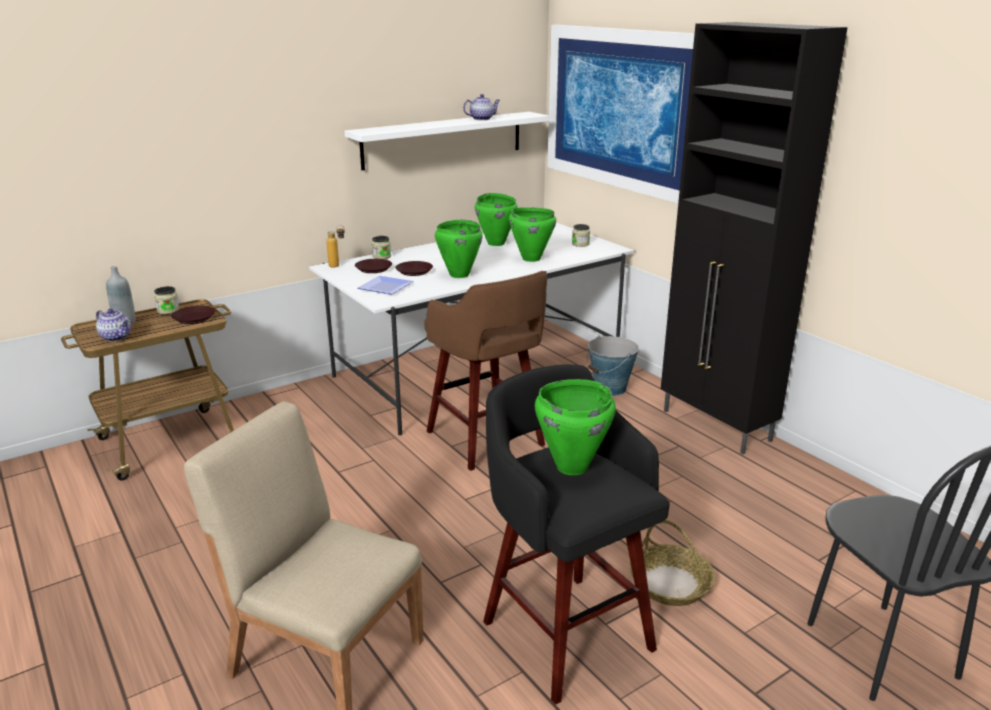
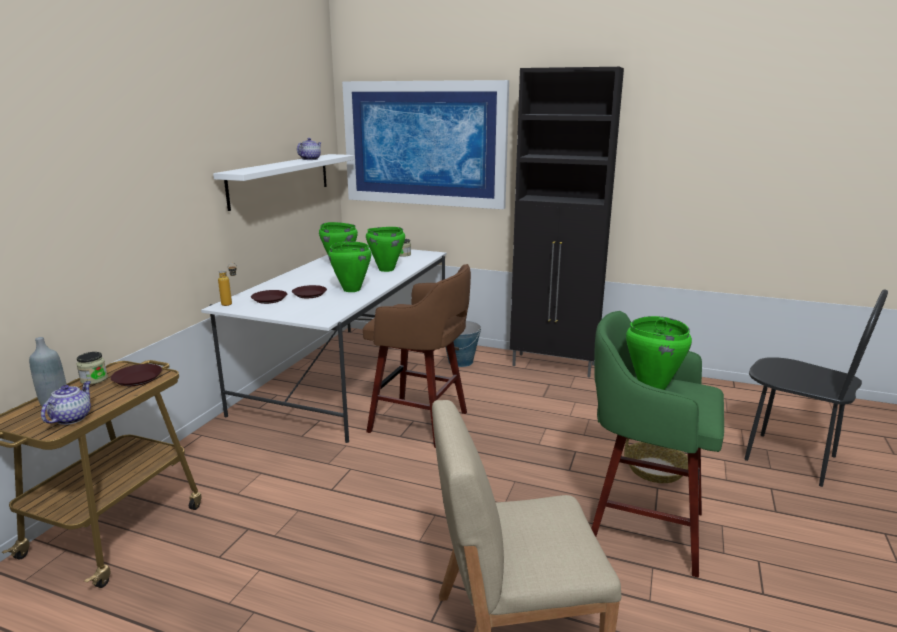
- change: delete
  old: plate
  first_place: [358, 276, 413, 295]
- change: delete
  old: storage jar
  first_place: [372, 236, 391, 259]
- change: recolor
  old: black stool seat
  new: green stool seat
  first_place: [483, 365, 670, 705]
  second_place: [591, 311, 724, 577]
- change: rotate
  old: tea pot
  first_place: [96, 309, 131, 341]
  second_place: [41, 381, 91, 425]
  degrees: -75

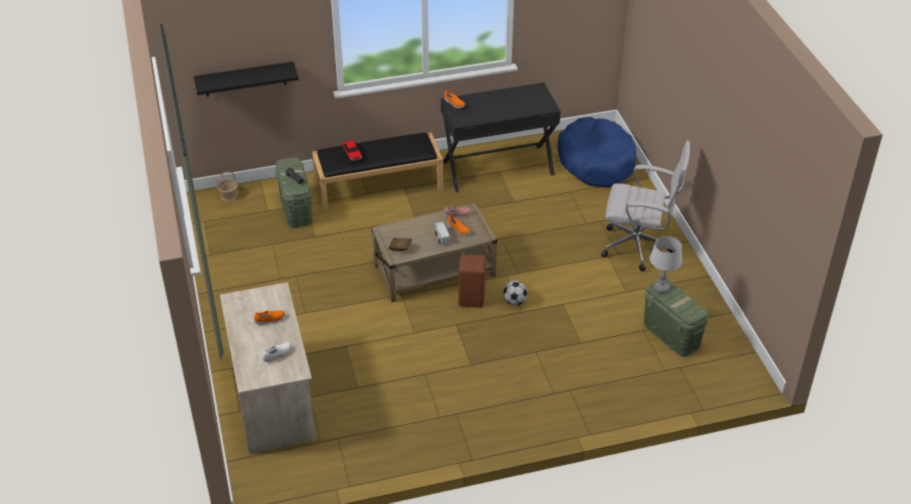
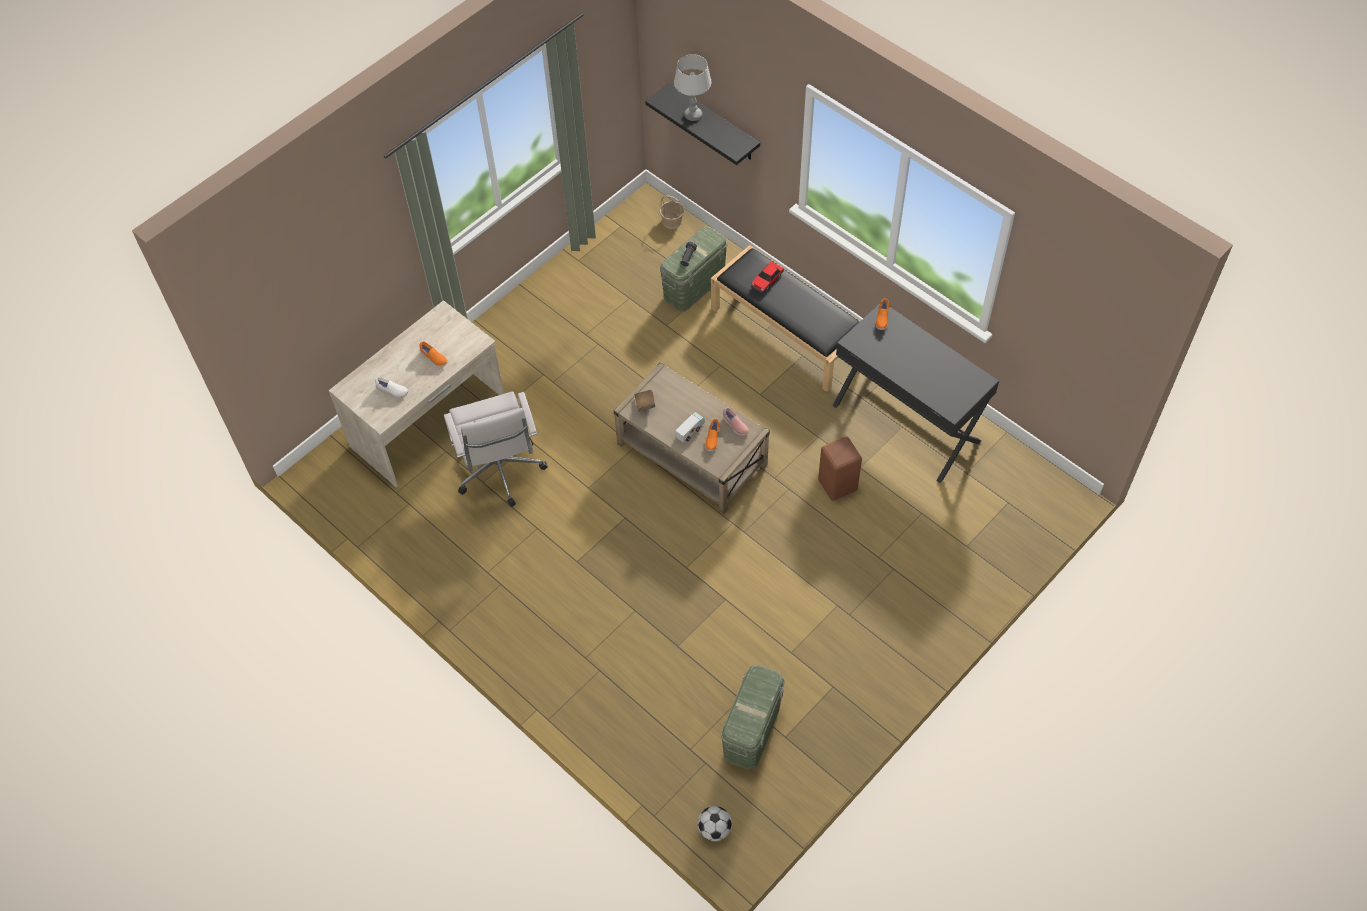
- change: delete
  old: blue dog cushion
  first_place: [557, 117, 637, 187]
- change: move
  old: brown stool seat
  first_place: [458, 254, 486, 308]
  second_place: [818, 436, 862, 501]
- change: move
  old: ball for football
  first_place: [503, 281, 528, 305]
  second_place: [698, 806, 732, 841]
- change: move
  old: white computer chair
  first_place: [601, 140, 690, 271]
  second_place: [444, 391, 548, 507]
- change: move
  old: grey lamp for a table
  first_place: [650, 236, 683, 293]
  second_place: [674, 54, 711, 121]

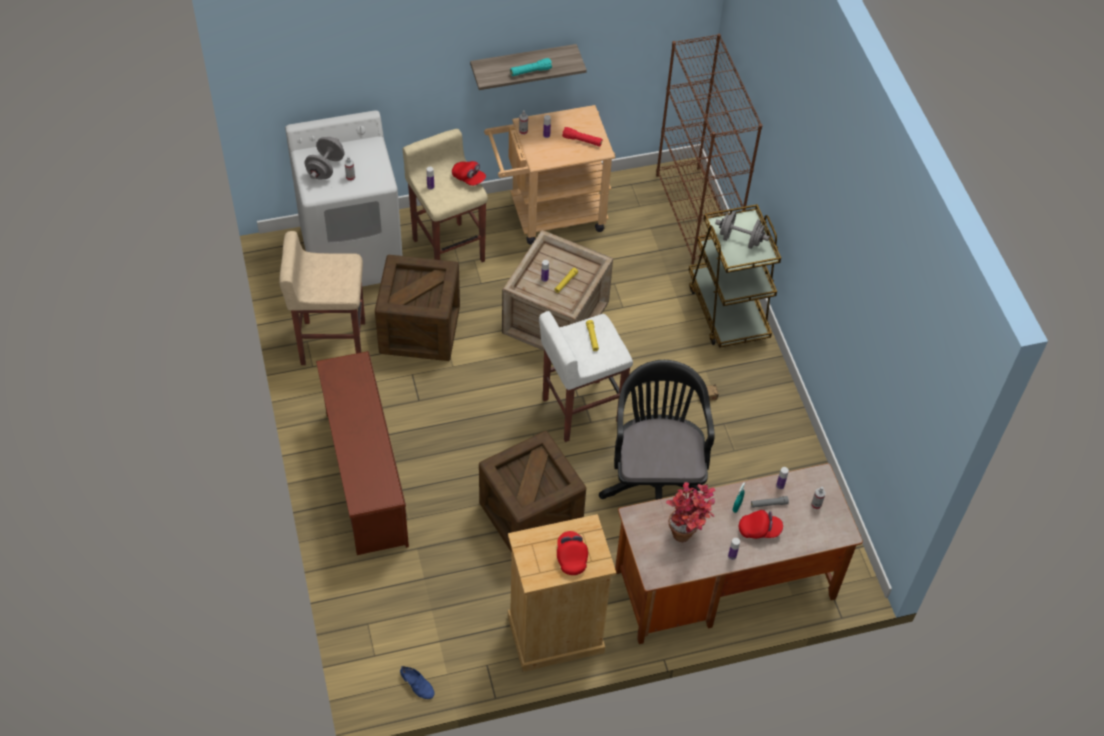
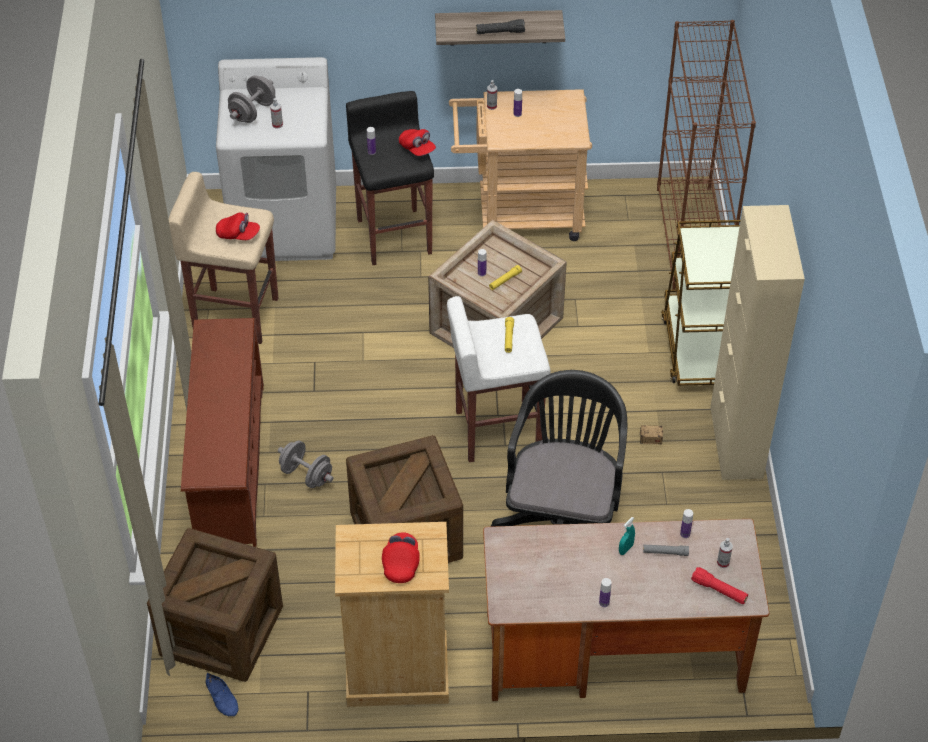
- change: delete
  old: potted plant
  first_place: [666, 482, 715, 542]
- change: insert
  new: beige-coloured cupboard
  second_place: [710, 205, 805, 480]
- change: move
  old: packing crate
  first_place: [375, 255, 460, 361]
  second_place: [147, 528, 283, 682]
- change: move
  old: reddish hand torch
  first_place: [562, 127, 602, 146]
  second_place: [691, 567, 748, 604]
- change: move
  old: grey dumbbell
  first_place: [715, 212, 769, 249]
  second_place: [278, 441, 334, 488]
- change: move
  old: reddish baseball cap
  first_place: [739, 510, 783, 539]
  second_place: [216, 212, 260, 240]
- change: recolor
  old: beige-coloured stool seat
  new: black stool seat
  first_place: [402, 129, 488, 262]
  second_place: [346, 91, 434, 265]
- change: recolor
  old: blue-green hand torch
  new: black hand torch
  first_place: [510, 58, 552, 76]
  second_place: [476, 19, 525, 34]

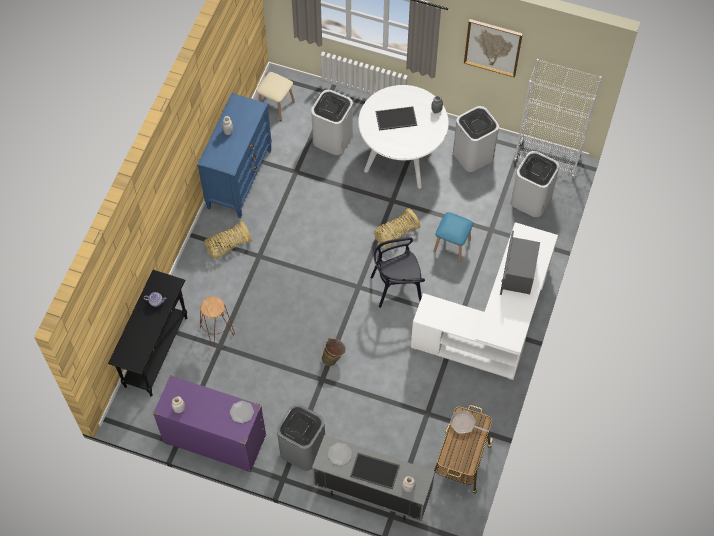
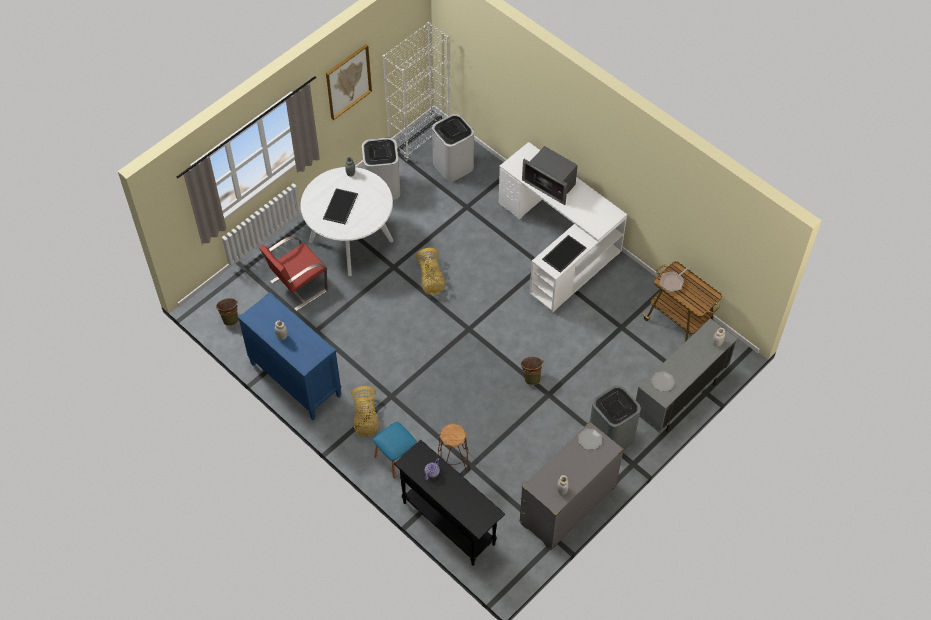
- change: delete
  old: black plain chair
  first_place: [371, 237, 425, 308]
- change: move
  old: carrying tray
  first_place: [350, 453, 400, 489]
  second_place: [542, 235, 586, 273]
- change: move
  old: blue stool seat
  first_place: [434, 212, 473, 262]
  second_place: [373, 422, 417, 478]
- change: replace
  old: beige-coloured stool seat
  new: green water bucket
  first_place: [256, 72, 295, 121]
  second_place: [215, 298, 238, 326]
- change: replace
  old: white waste bin
  new: reddish plain chair
  first_place: [311, 90, 353, 155]
  second_place: [259, 236, 328, 311]
- change: recolor
  old: purple chest of drawers
  new: grey chest of drawers
  first_place: [153, 375, 266, 472]
  second_place: [519, 422, 624, 550]

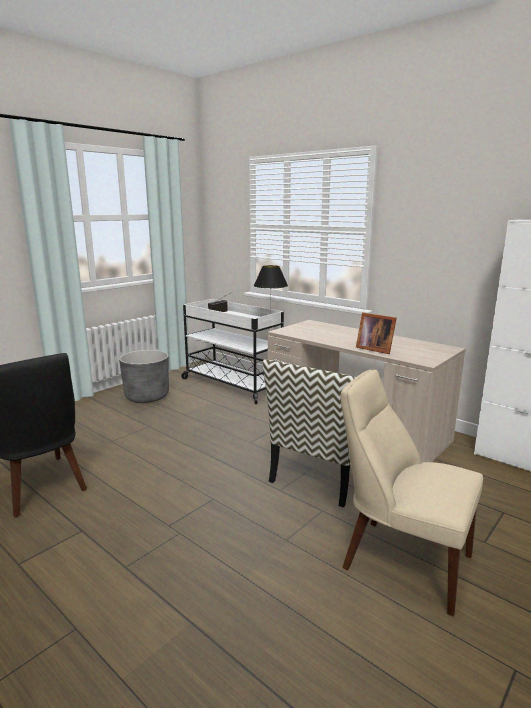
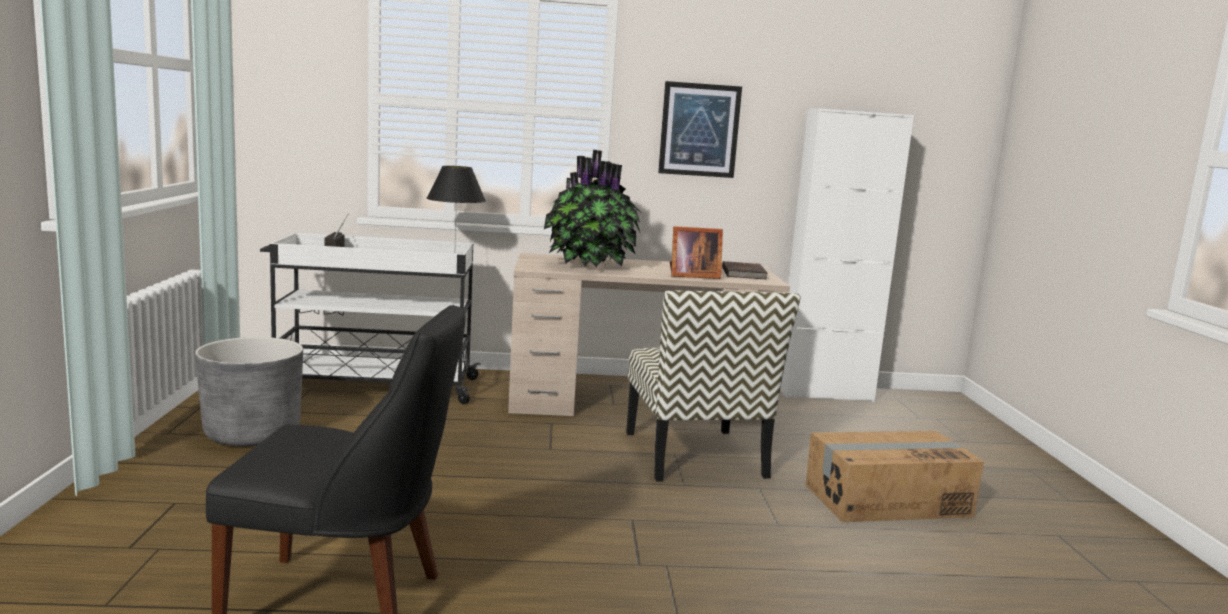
- change: insert
  new: potted plant
  second_place: [544, 150, 640, 267]
- change: insert
  new: wall picture
  second_place: [658, 81, 742, 178]
- change: insert
  new: brown bound book
  second_place: [722, 261, 768, 280]
- change: replace
  old: beige-coloured plain chair
  new: cardboard box
  first_place: [340, 370, 483, 616]
  second_place: [806, 431, 984, 522]

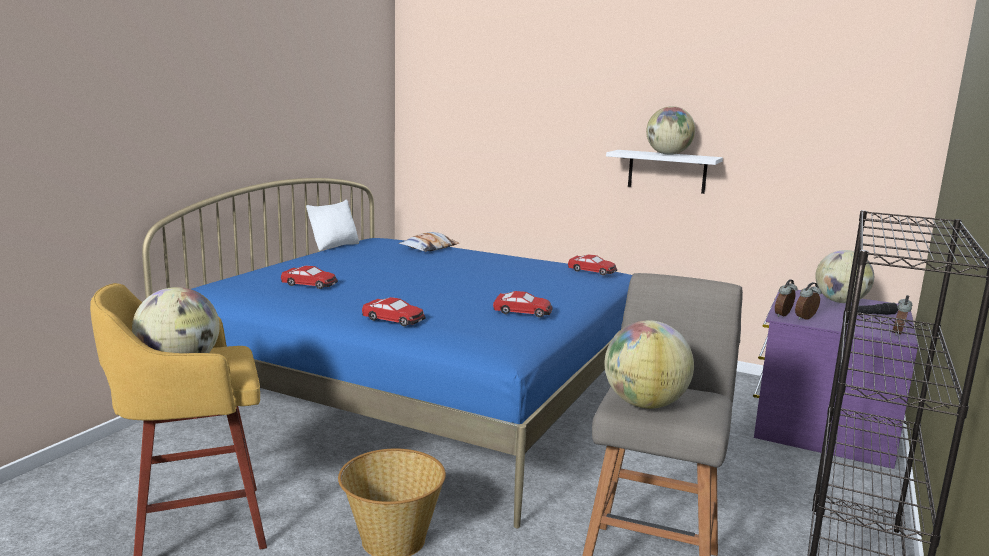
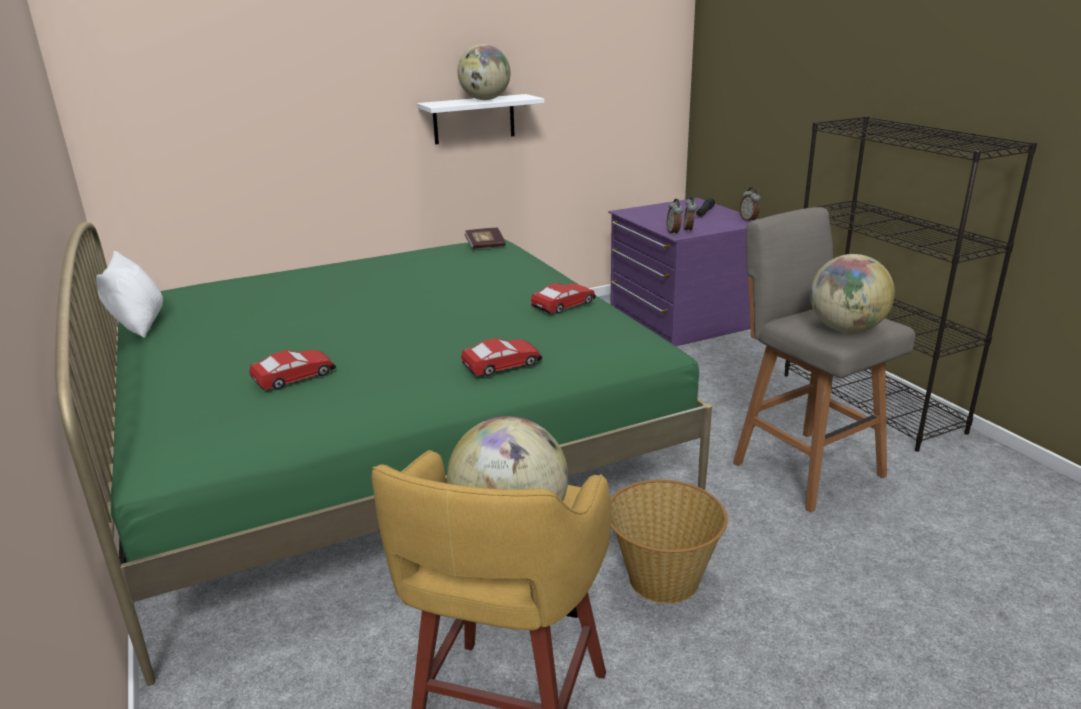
- change: delete
  old: pillow
  first_place: [399, 232, 459, 252]
- change: delete
  old: globe
  first_place: [815, 250, 874, 303]
- change: replace
  old: toy car
  new: bound book
  first_place: [568, 254, 617, 276]
  second_place: [464, 228, 506, 249]
- change: recolor
  old: blue sleeping bed
  new: green sleeping bed
  first_place: [142, 178, 632, 528]
  second_place: [55, 222, 712, 686]

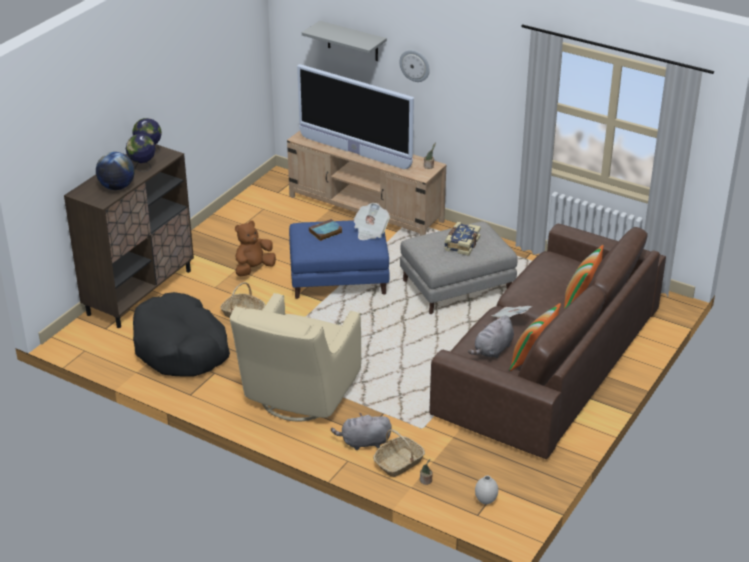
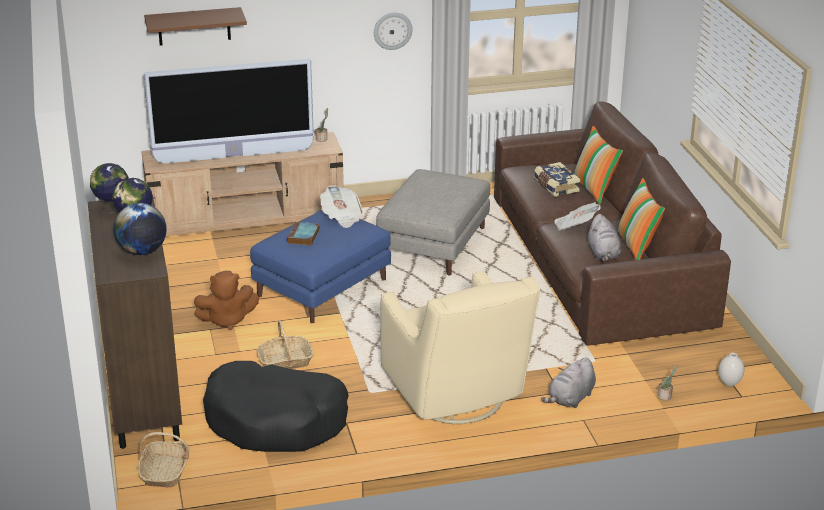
- change: move
  old: household basket
  first_place: [373, 429, 425, 477]
  second_place: [138, 432, 190, 488]
- change: move
  old: hanging clock
  first_place: [399, 50, 430, 82]
  second_place: [374, 13, 413, 50]
- change: move
  old: bound book
  first_place: [444, 222, 481, 256]
  second_place: [534, 162, 580, 197]
- change: recolor
  old: grey bracket shelf
  new: brown bracket shelf
  first_place: [302, 21, 387, 61]
  second_place: [144, 7, 247, 46]
- change: rotate
  old: brown plush toy
  first_place: [235, 221, 276, 277]
  second_place: [194, 271, 259, 330]
  degrees: -105

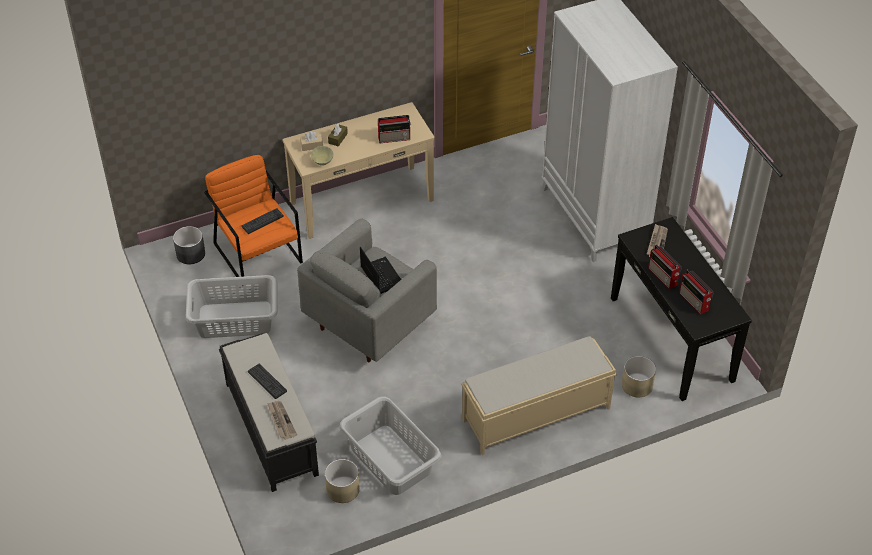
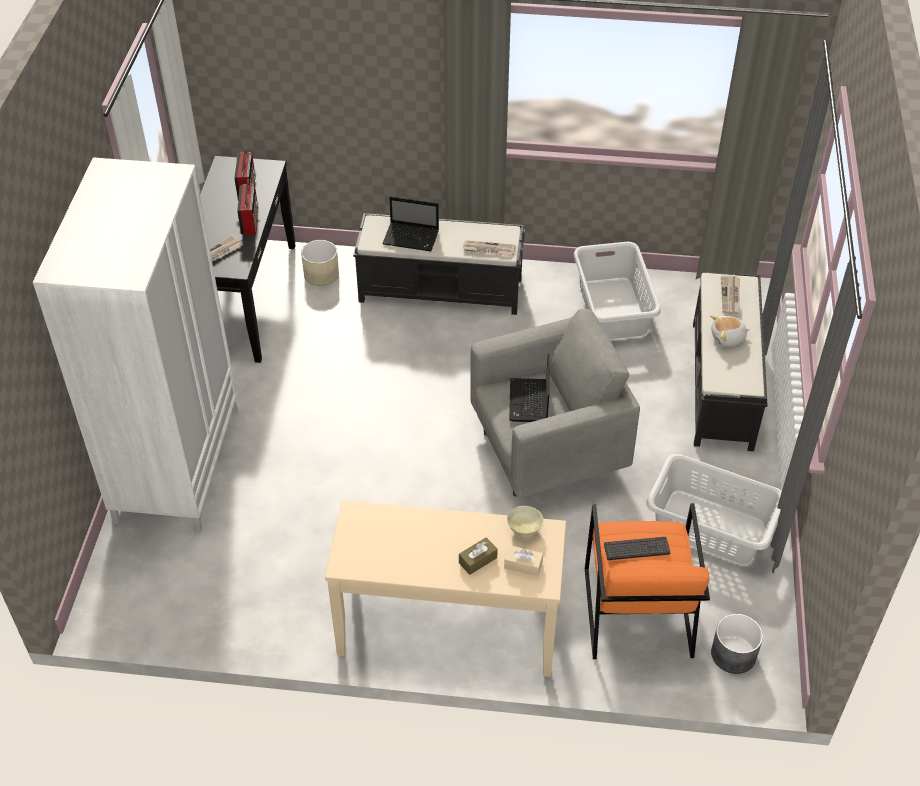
- change: delete
  old: beige-coloured flower pot
  first_place: [325, 459, 360, 503]
- change: delete
  old: radio set
  first_place: [378, 115, 411, 143]
- change: insert
  new: laptop
  second_place: [382, 196, 439, 251]
- change: insert
  new: printed paper
  second_place: [463, 240, 516, 256]
- change: replace
  old: PC keyboard
  new: plush toy
  first_place: [248, 364, 287, 399]
  second_place: [710, 315, 750, 347]
- change: recolor
  old: beige-coloured bench
  new: black bench
  first_place: [461, 336, 617, 455]
  second_place: [353, 213, 525, 315]

